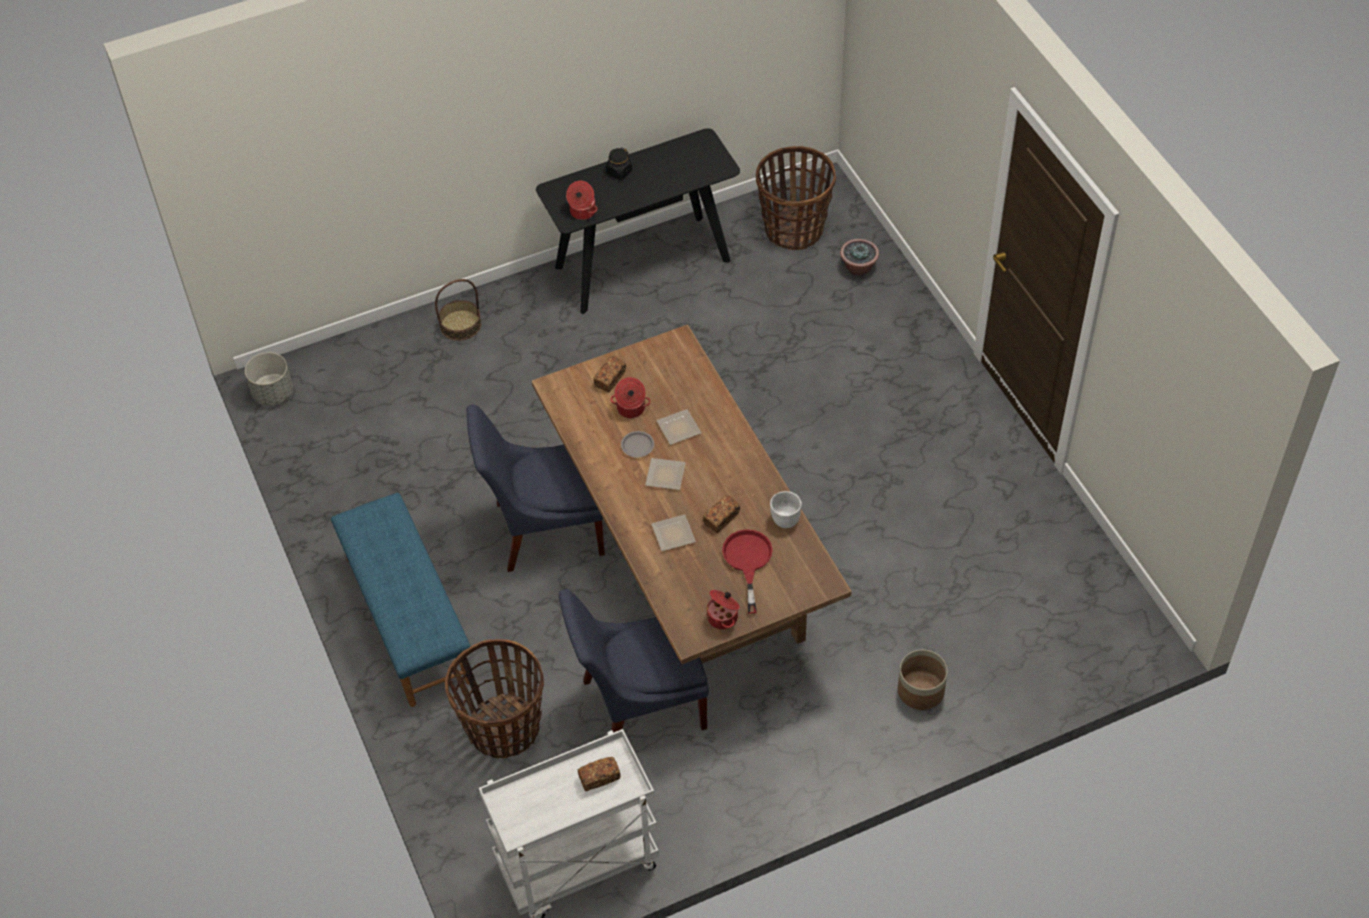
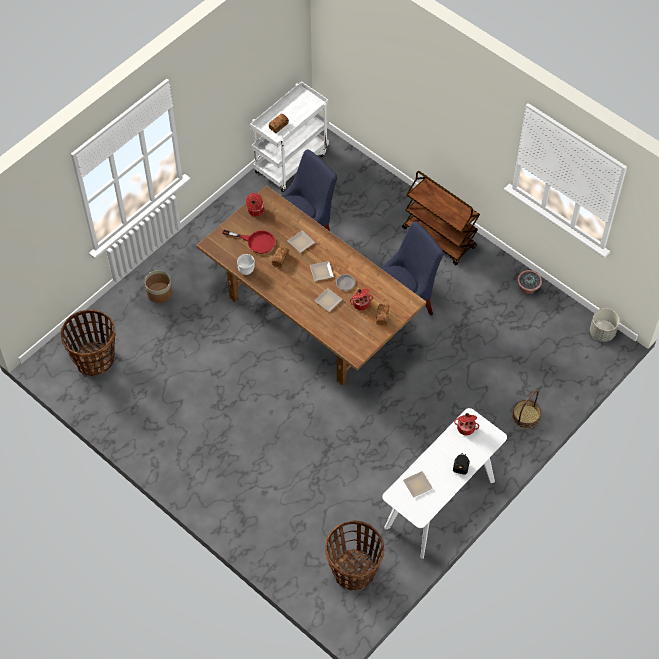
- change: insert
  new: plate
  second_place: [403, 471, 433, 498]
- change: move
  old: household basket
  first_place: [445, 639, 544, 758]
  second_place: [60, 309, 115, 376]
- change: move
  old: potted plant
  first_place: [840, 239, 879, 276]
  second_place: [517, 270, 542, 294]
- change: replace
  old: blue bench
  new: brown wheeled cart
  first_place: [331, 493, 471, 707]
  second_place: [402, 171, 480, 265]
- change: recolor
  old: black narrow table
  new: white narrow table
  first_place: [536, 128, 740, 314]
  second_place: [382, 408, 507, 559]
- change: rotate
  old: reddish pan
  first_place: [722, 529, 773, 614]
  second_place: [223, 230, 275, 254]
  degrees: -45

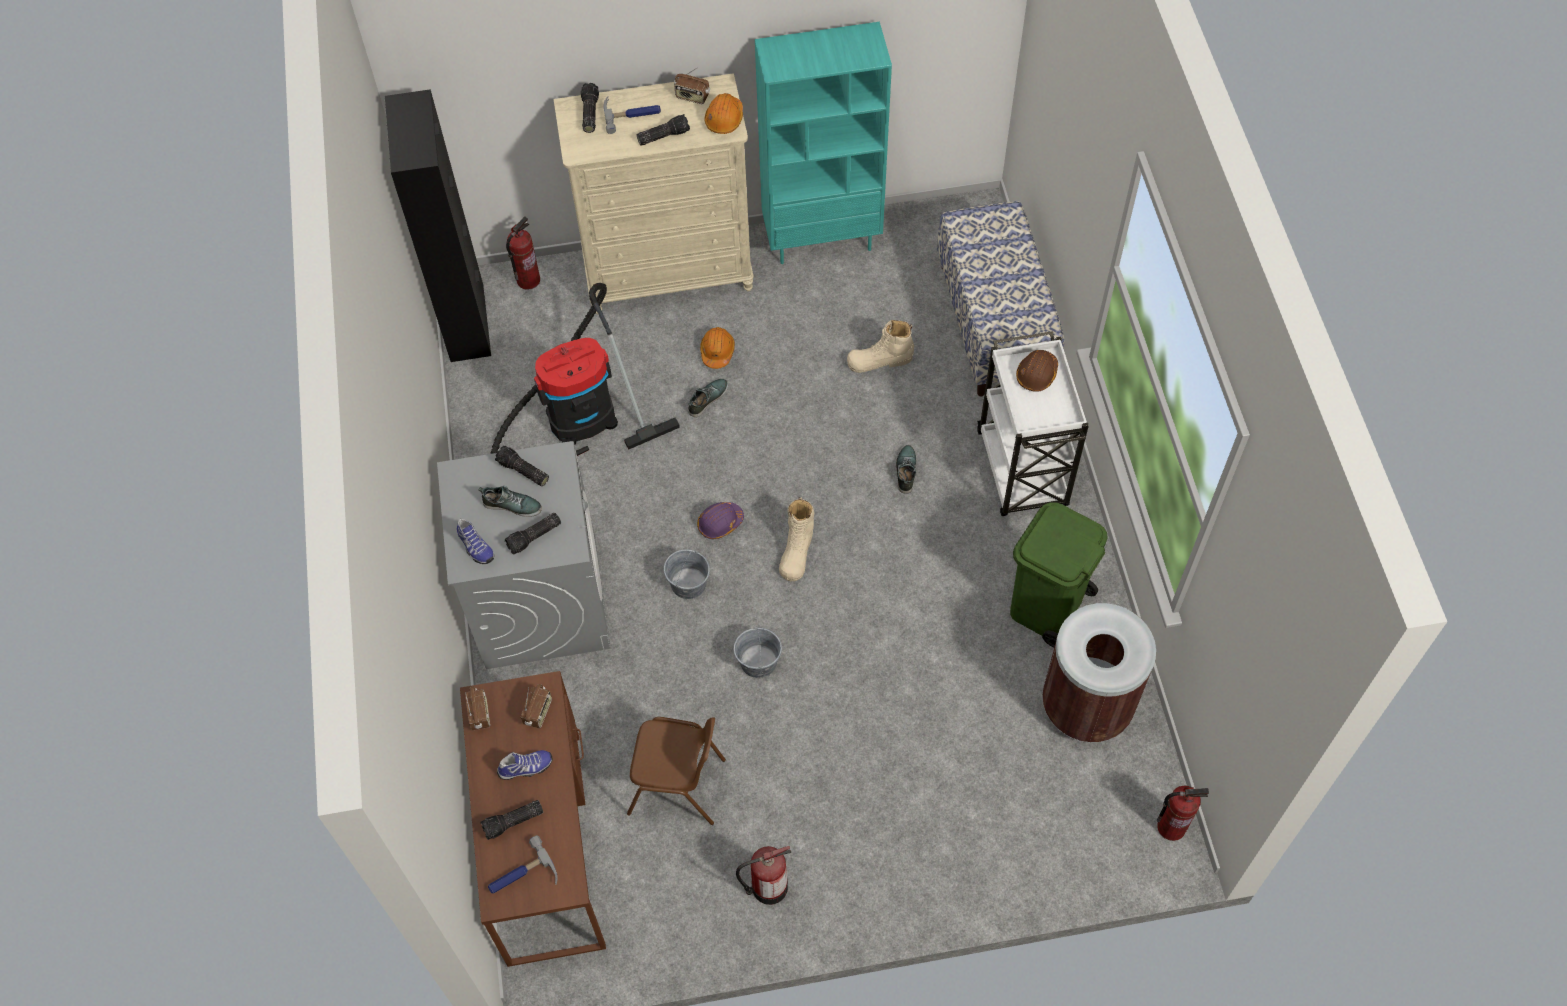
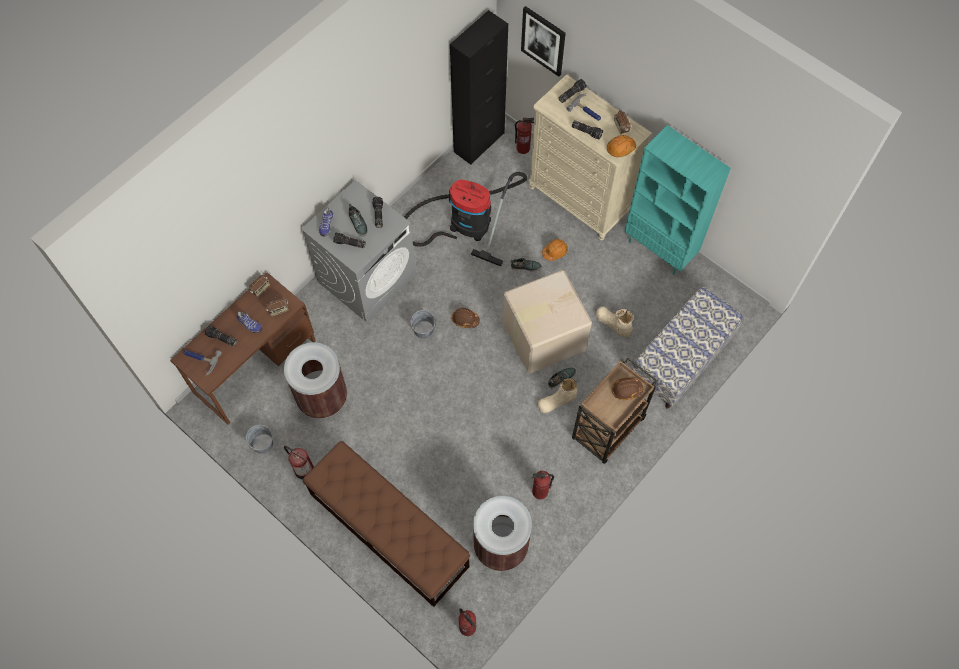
- change: insert
  new: brown bench
  second_place: [303, 441, 470, 607]
- change: insert
  new: cardboard box
  second_place: [503, 270, 592, 373]
- change: insert
  new: wall picture
  second_place: [521, 6, 566, 77]
- change: move
  old: grey water bucket
  first_place: [734, 626, 782, 678]
  second_place: [246, 425, 273, 454]
- change: move
  old: beige-coloured tall boot
  first_place: [779, 497, 814, 581]
  second_place: [538, 378, 577, 413]
- change: replace
  old: brown plain chair
  new: brown waste bin
  first_place: [627, 717, 726, 825]
  second_place: [284, 342, 347, 419]
- change: replace
  old: green waste bin
  new: fire-fighting cylinder
  first_place: [1010, 502, 1108, 648]
  second_place: [532, 471, 554, 499]
- change: recolor
  old: purple hard hat
  new: brown hard hat
  first_place: [697, 502, 744, 539]
  second_place: [452, 308, 480, 328]
- change: recolor
  old: white wheeled cart
  new: brown wheeled cart
  first_place: [977, 331, 1089, 516]
  second_place: [572, 358, 658, 464]

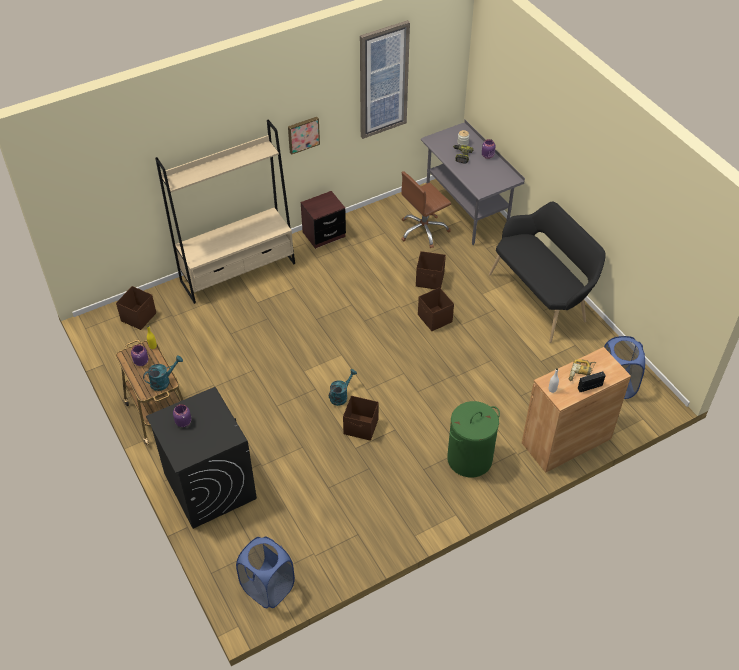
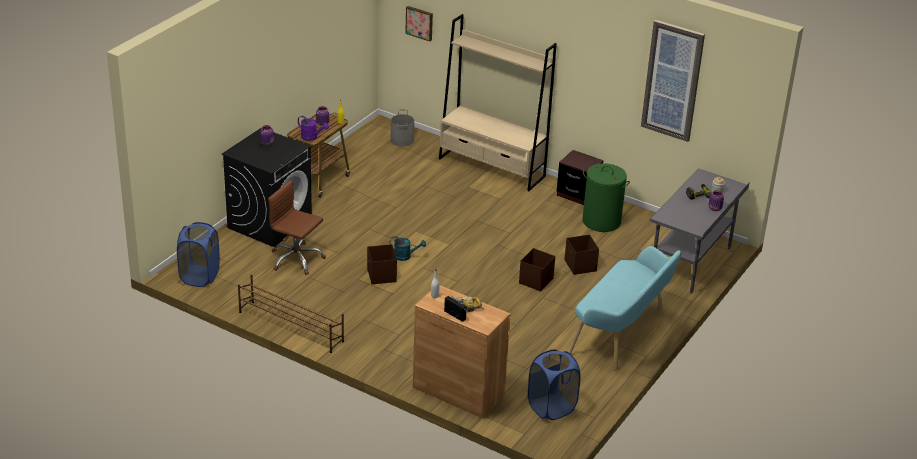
- change: insert
  new: brown shoe shelf
  second_place: [238, 275, 344, 353]
- change: move
  old: wall picture
  first_place: [288, 117, 320, 155]
  second_place: [405, 6, 433, 41]
- change: move
  old: brown computer chair
  first_place: [401, 171, 451, 248]
  second_place: [268, 180, 326, 275]
- change: move
  old: green hamper
  first_place: [447, 401, 500, 477]
  second_place: [582, 163, 630, 232]
- change: replace
  old: brown storage bin
  new: grey water bucket
  first_place: [116, 286, 156, 330]
  second_place: [391, 109, 414, 146]
- change: recolor
  old: blue-green watering can
  new: purple watering can
  first_place: [143, 356, 183, 391]
  second_place: [298, 116, 329, 141]
- change: recolor
  old: black bench
  new: blue-green bench
  first_place: [489, 201, 606, 343]
  second_place: [569, 246, 682, 370]

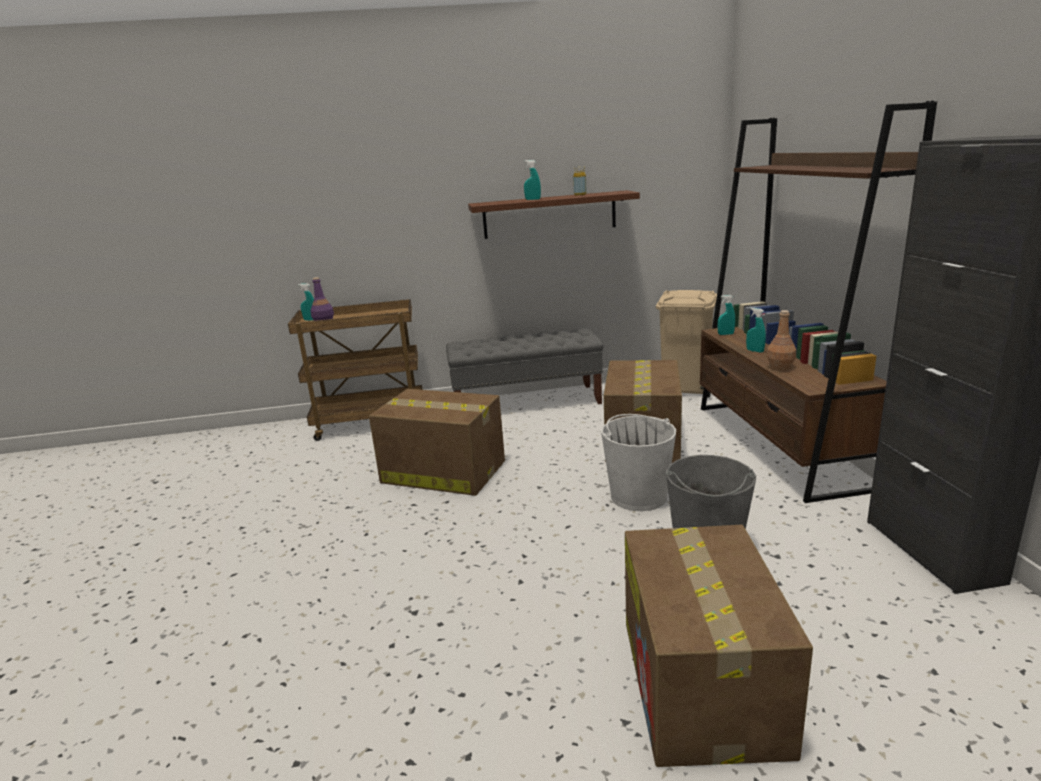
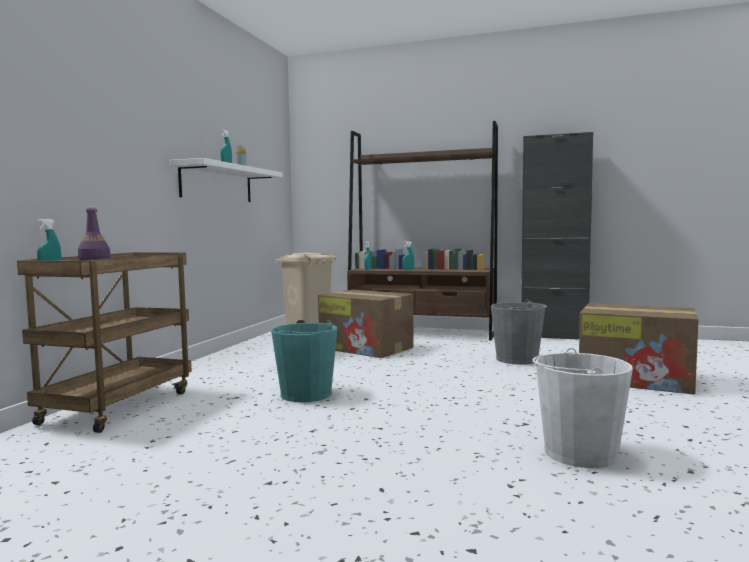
- change: delete
  old: grey bench
  first_place: [446, 328, 603, 404]
- change: delete
  old: brown drink bottle
  first_place: [767, 310, 796, 371]
- change: move
  old: white water bucket
  first_place: [601, 414, 676, 511]
  second_place: [533, 348, 633, 468]
- change: replace
  old: cardboard box
  new: blue-green water bucket
  first_place: [369, 389, 505, 496]
  second_place: [271, 320, 337, 402]
- change: recolor
  old: brown bracket shelf
  new: white bracket shelf
  first_place: [468, 190, 640, 239]
  second_place: [169, 158, 283, 202]

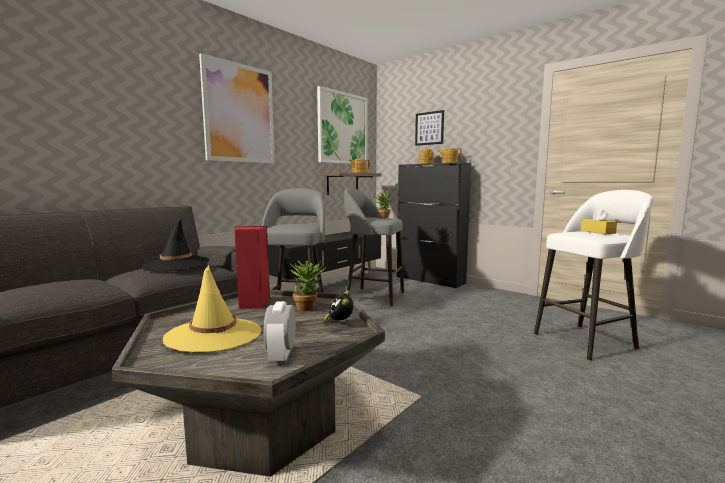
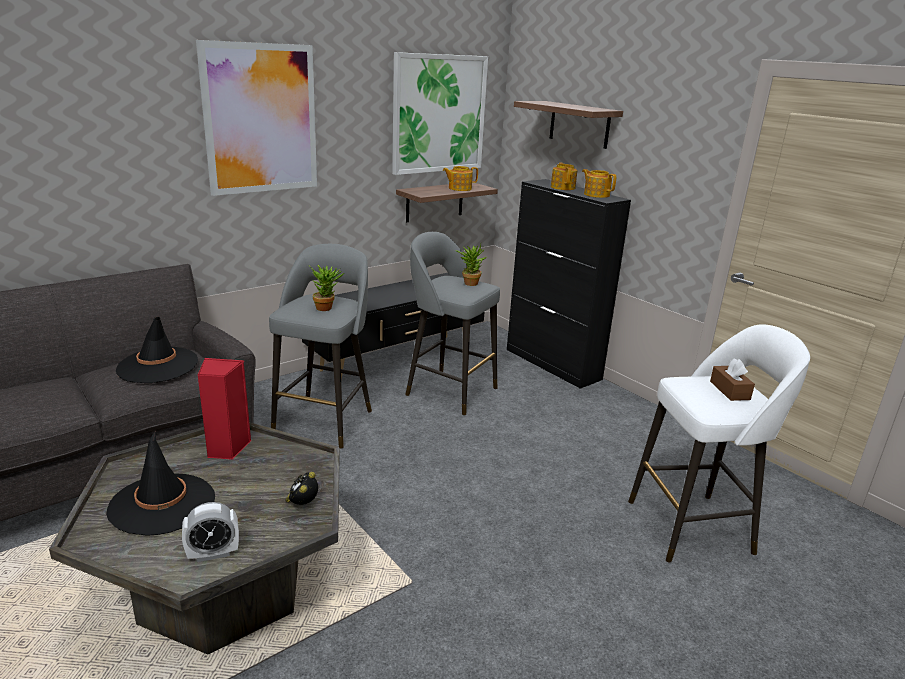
- change: move
  old: potted plant
  first_place: [287, 261, 326, 311]
  second_place: [308, 265, 344, 311]
- change: replace
  old: wall picture
  new: bracket shelf
  first_place: [415, 110, 444, 146]
  second_place: [514, 101, 623, 149]
- change: recolor
  old: yellowish hat
  new: black hat
  first_place: [163, 265, 262, 352]
  second_place: [106, 430, 215, 536]
- change: recolor
  old: yellowish tissue holder
  new: brown tissue holder
  first_place: [581, 209, 617, 234]
  second_place: [710, 358, 755, 401]
- change: rotate
  old: alarm clock
  first_place: [264, 302, 296, 364]
  second_place: [182, 502, 239, 562]
  degrees: -120

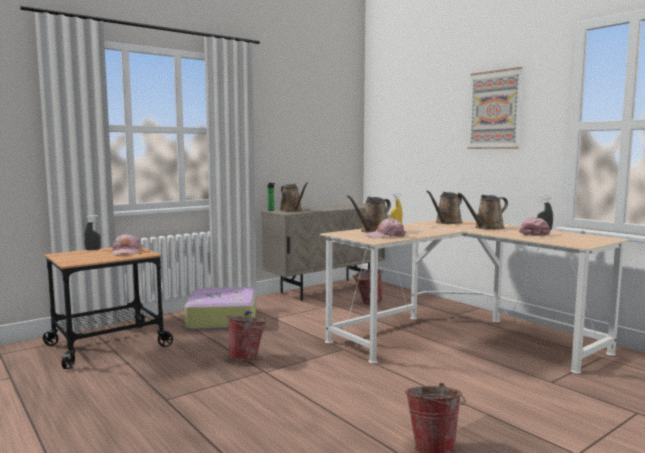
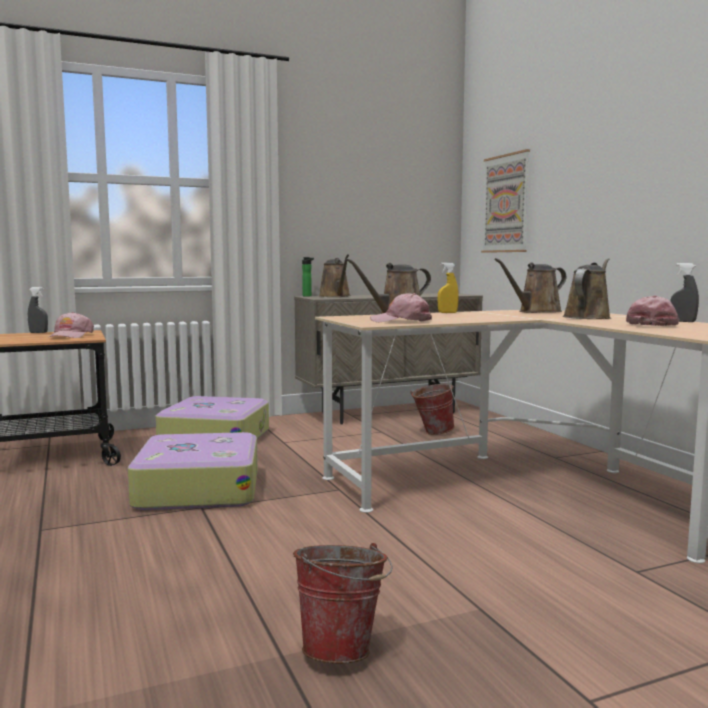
- change: move
  old: wall picture
  first_place: [468, 67, 522, 149]
  second_place: [481, 149, 530, 253]
- change: replace
  old: water bucket
  new: suitcase
  first_place: [228, 315, 268, 361]
  second_place: [128, 432, 258, 510]
- change: rotate
  old: brown watering can
  first_place: [458, 193, 508, 229]
  second_place: [563, 258, 611, 319]
  degrees: 135

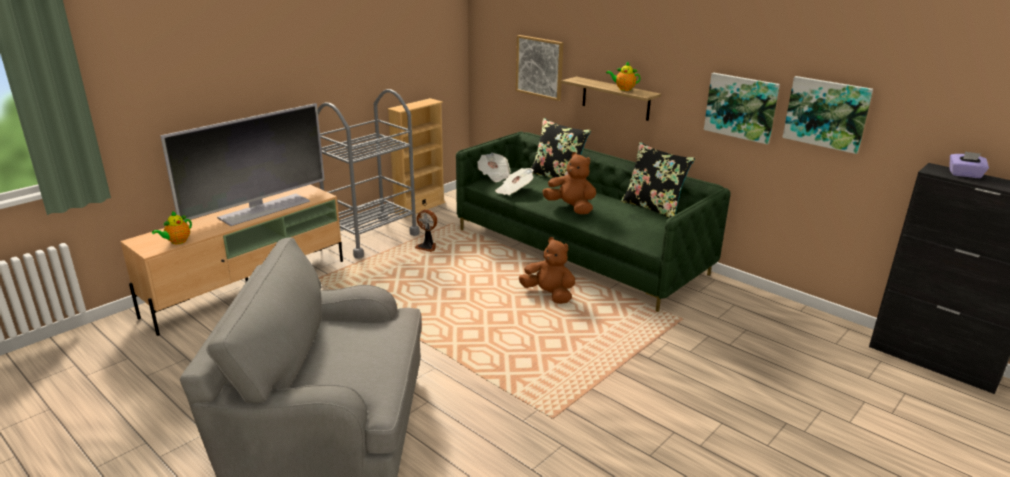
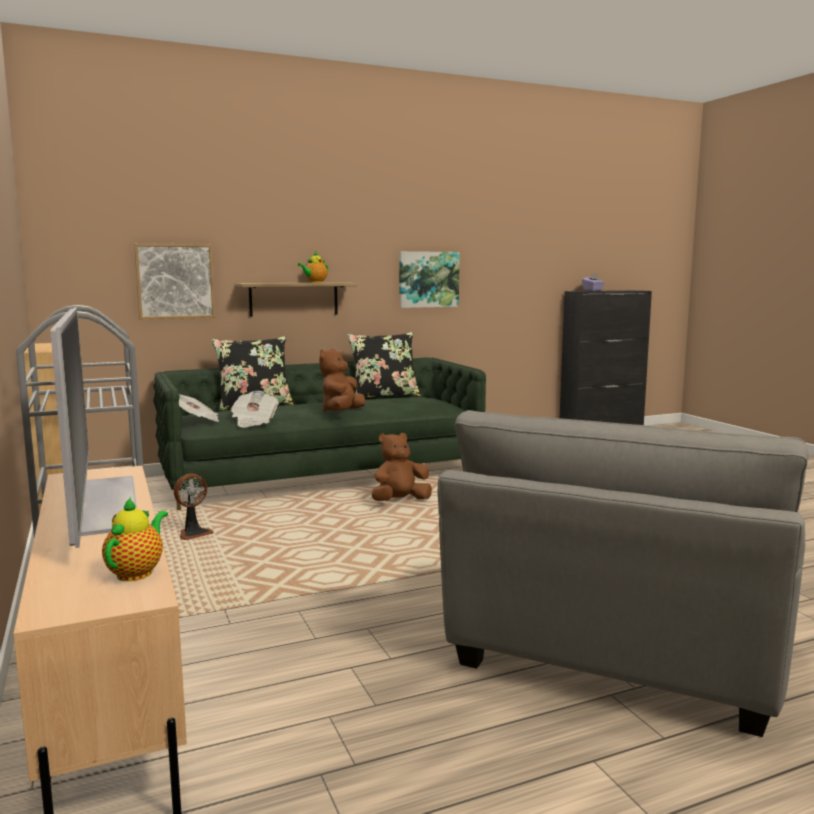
- change: delete
  old: wall picture
  first_place: [782, 76, 873, 154]
- change: rotate
  old: tea pot
  first_place: [152, 211, 192, 244]
  second_place: [102, 497, 168, 581]
  degrees: -135
- change: rotate
  old: brown plush toy
  first_place: [542, 152, 596, 214]
  second_place: [319, 349, 366, 412]
  degrees: -45

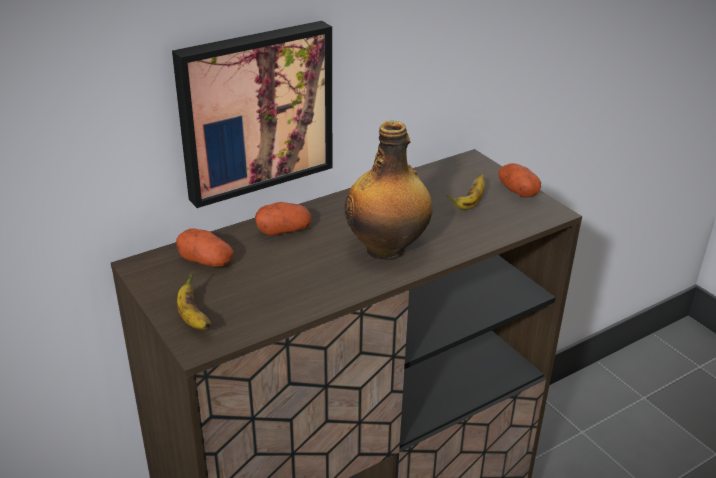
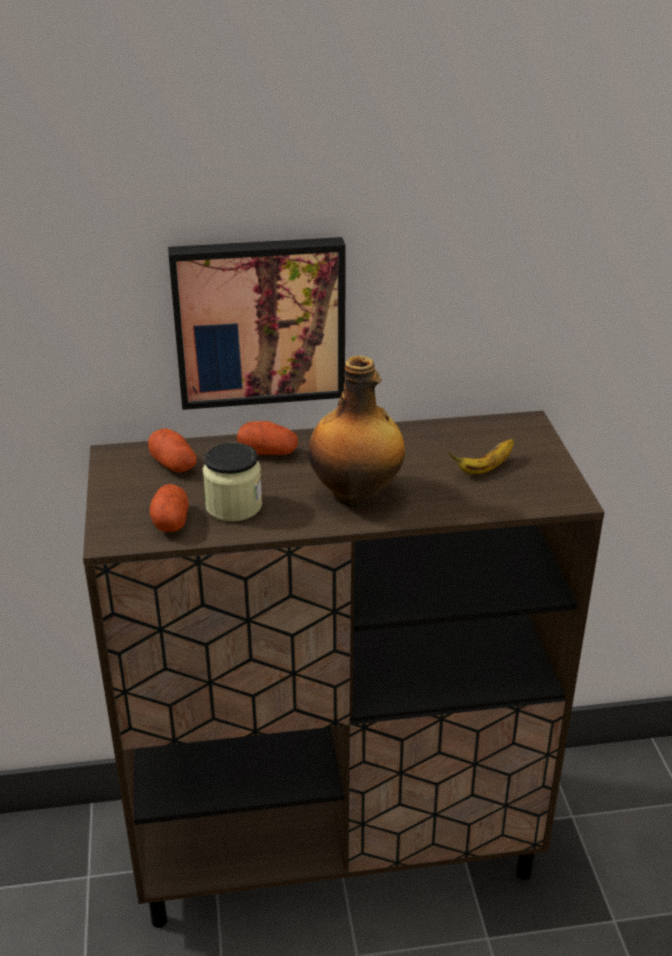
- change: delete
  old: banana fruit
  first_place: [177, 271, 211, 330]
- change: insert
  new: storage jar
  second_place: [203, 442, 262, 522]
- change: move
  old: spud
  first_place: [498, 163, 541, 198]
  second_place: [150, 484, 189, 532]

